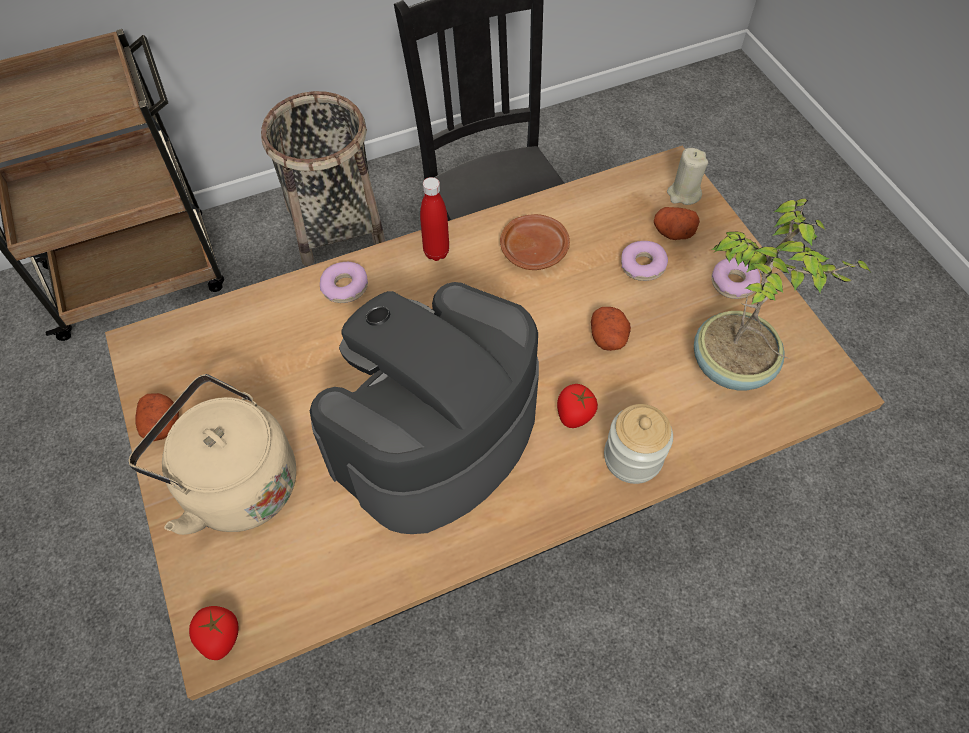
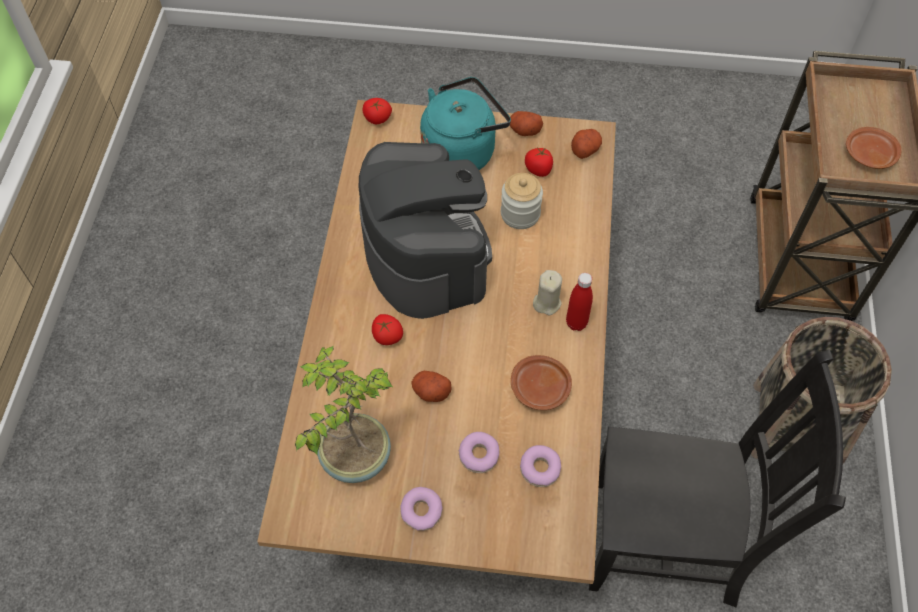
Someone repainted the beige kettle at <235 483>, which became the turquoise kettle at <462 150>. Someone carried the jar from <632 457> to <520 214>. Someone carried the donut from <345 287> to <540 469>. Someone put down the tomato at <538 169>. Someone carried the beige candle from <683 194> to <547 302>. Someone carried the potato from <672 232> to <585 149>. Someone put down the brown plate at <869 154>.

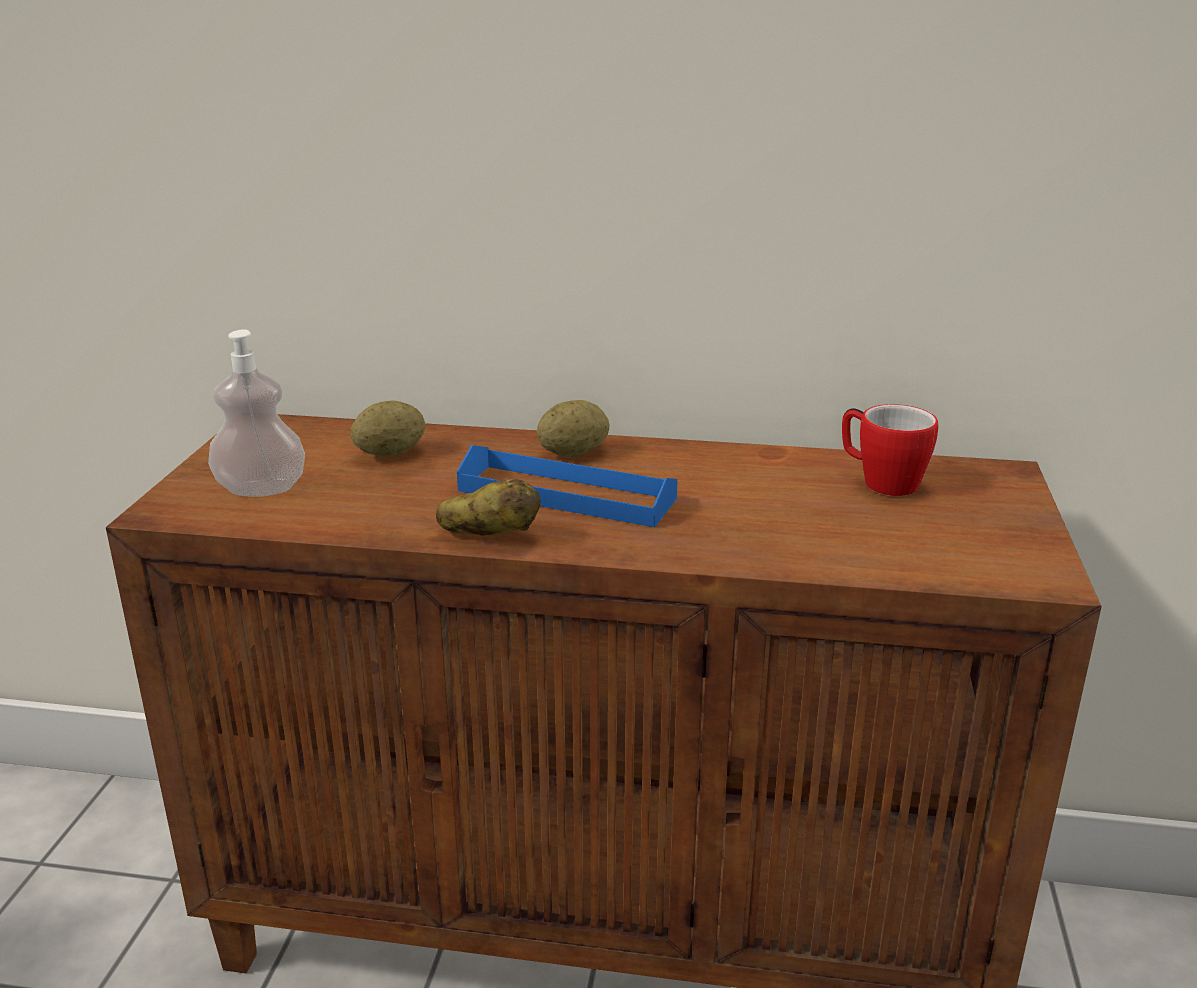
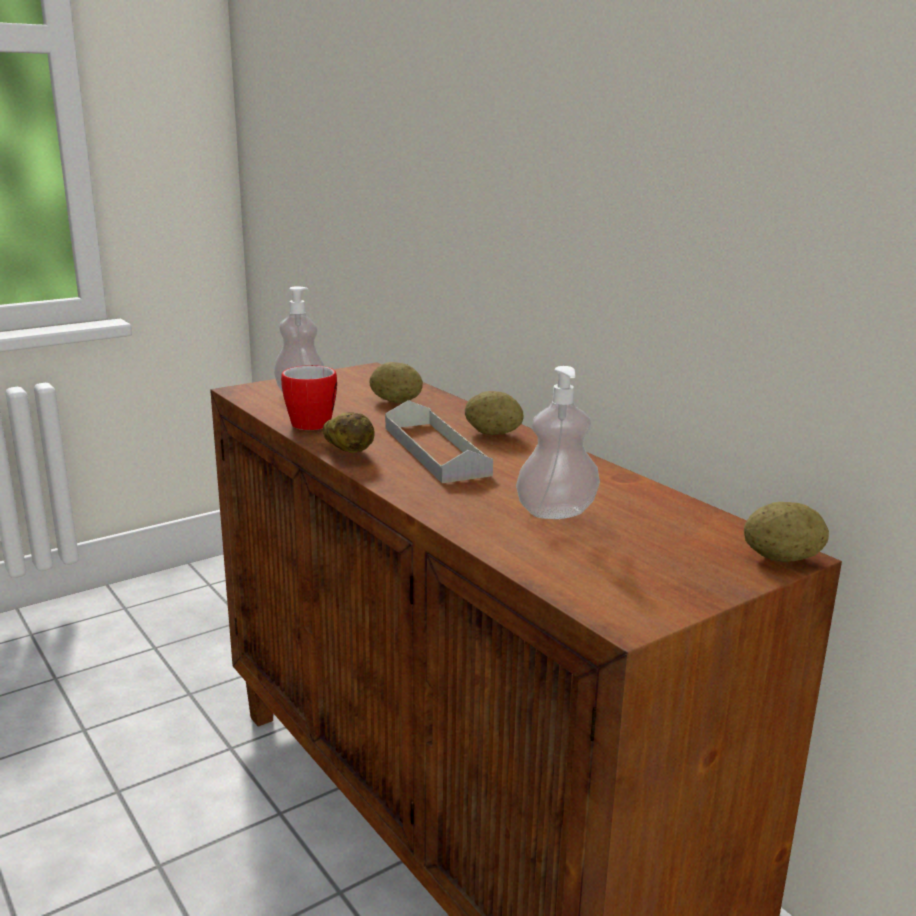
Someone carried the mug from <880 482> to <311 421>. Someone repainted the blue tray at <566 495>, which became the grey tray at <435 450>. Someone put down the soap dispenser at <556 512>. Someone put down the potato at <782 558>.

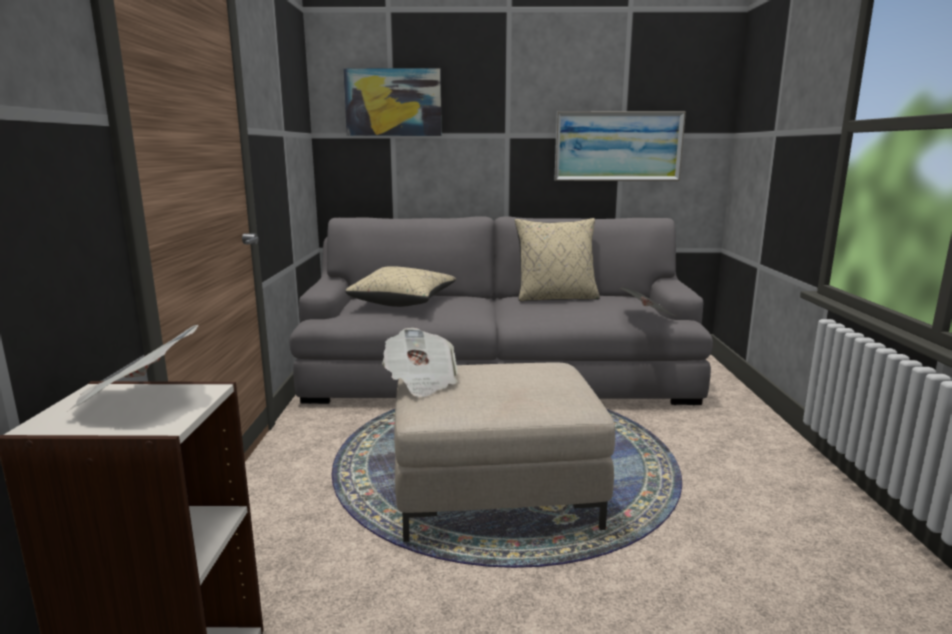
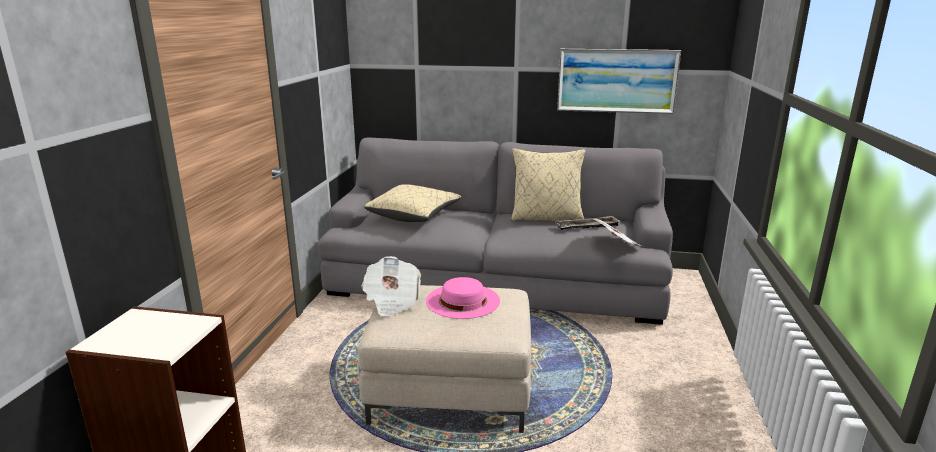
Someone put down the pink hat at <462 300>. Someone put down the tray at <587 227>. Someone took away the newspaper at <137 400>. Someone took away the picture at <393 102>.

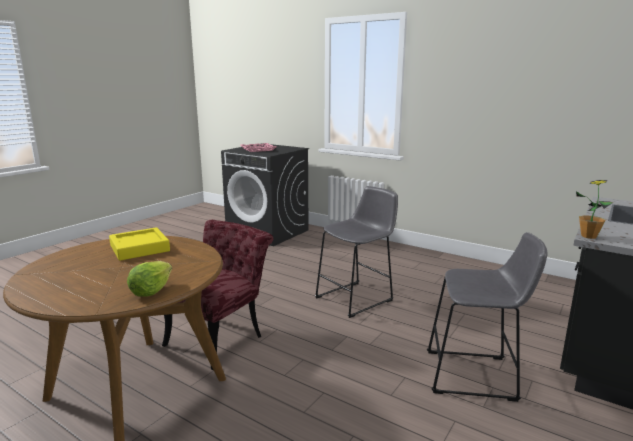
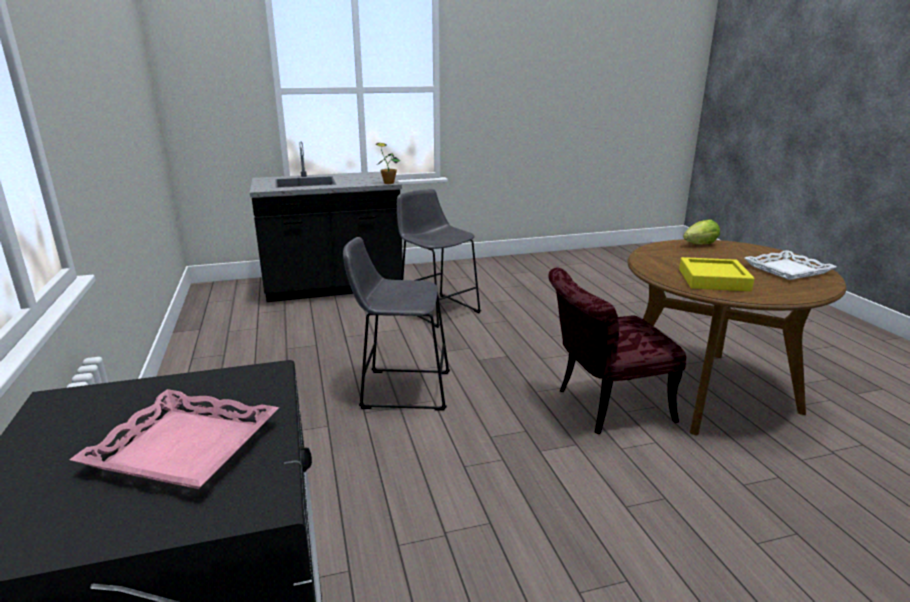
Someone put down the white tray at <787 270>.

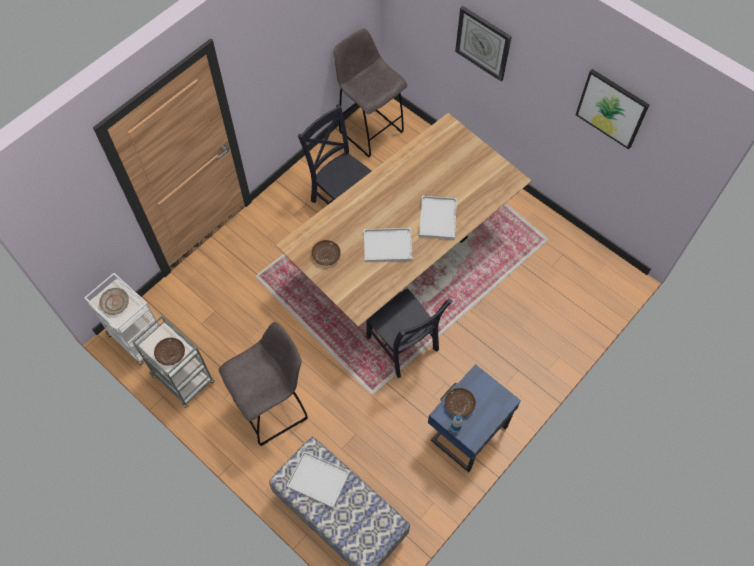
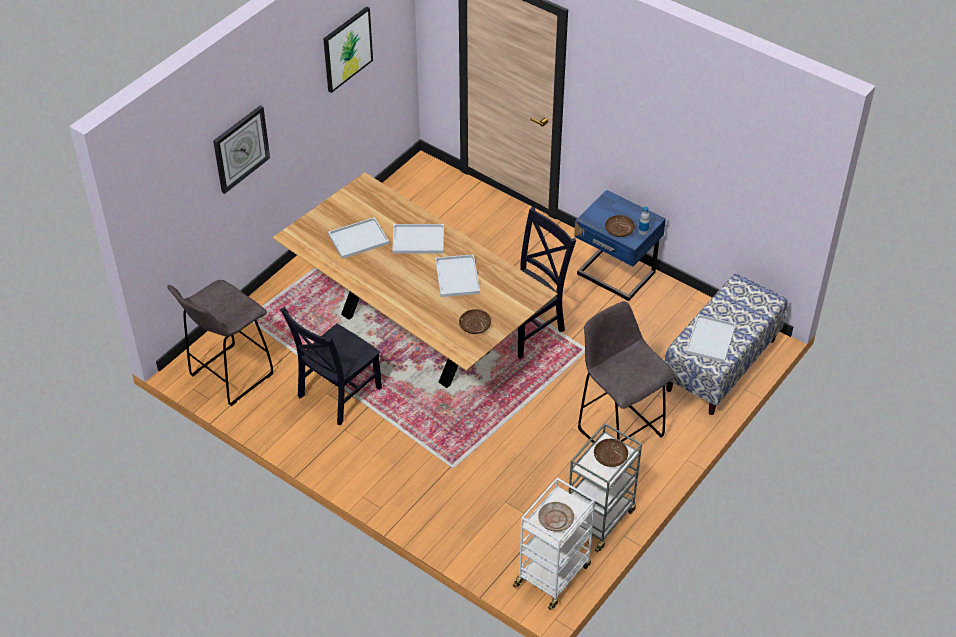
Someone put down the white tray at <357 239>.

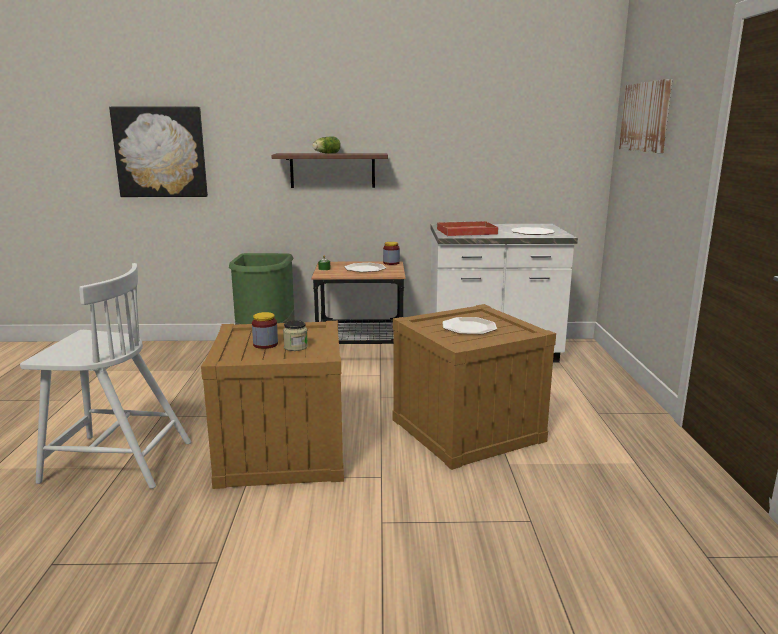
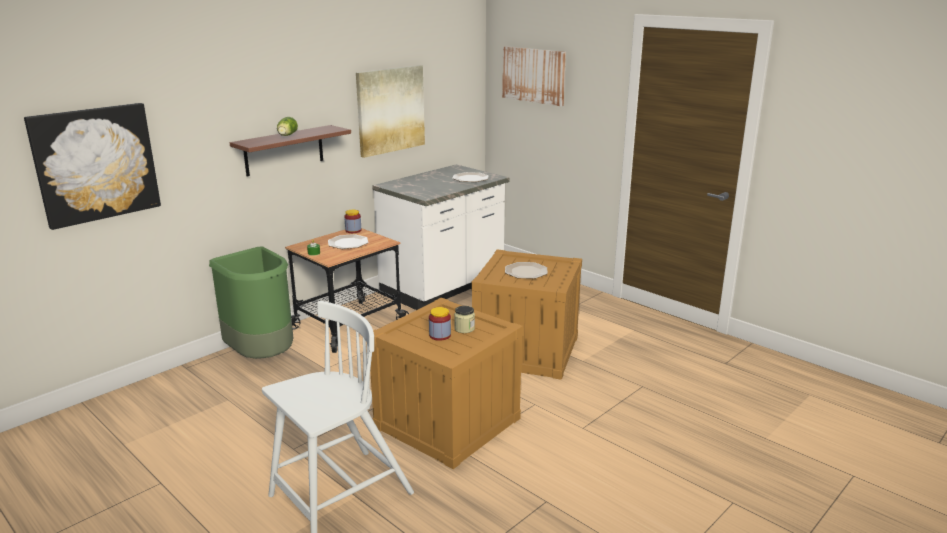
Someone put up the picture at <390 110>. Someone took away the red tray at <465 232>.

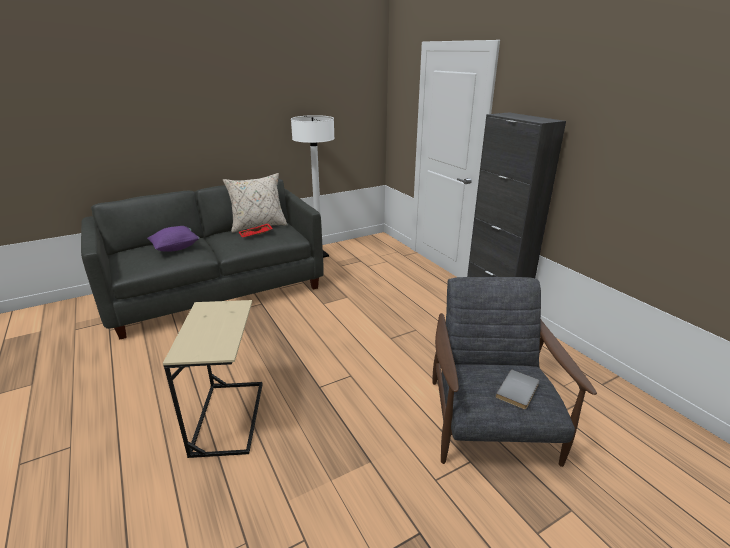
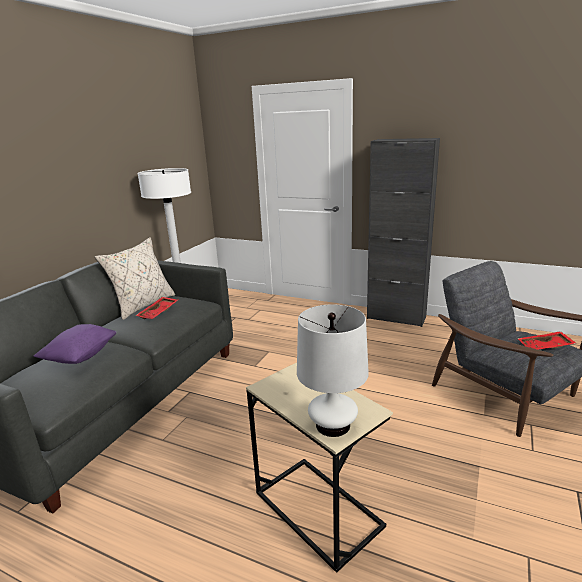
Someone put down the white table lamp at <332 425>. Someone swapped the grey book at <519 391> for the red tray at <545 347>.

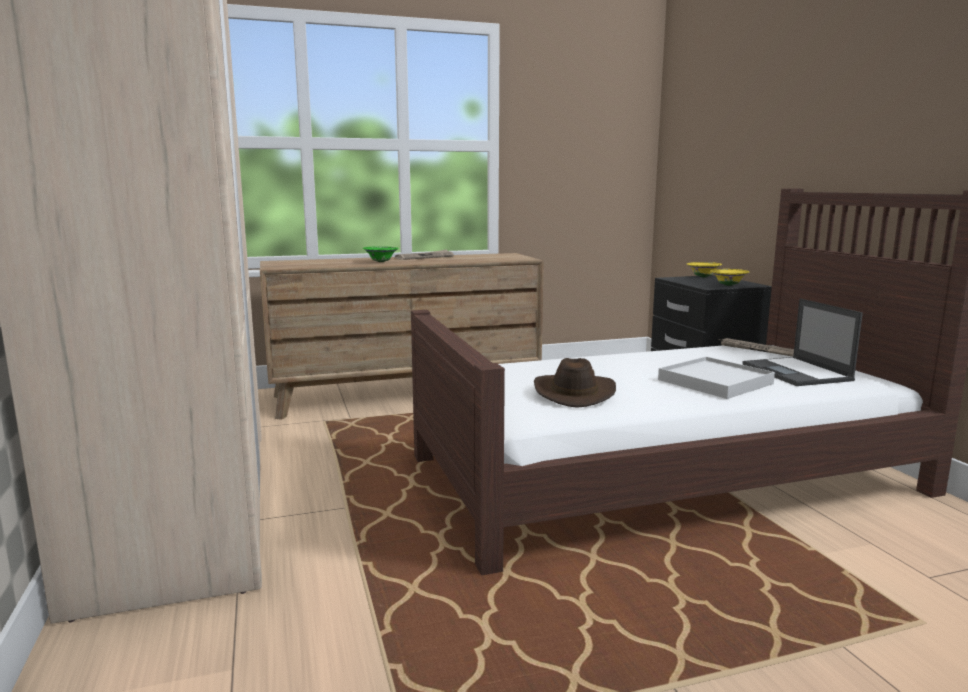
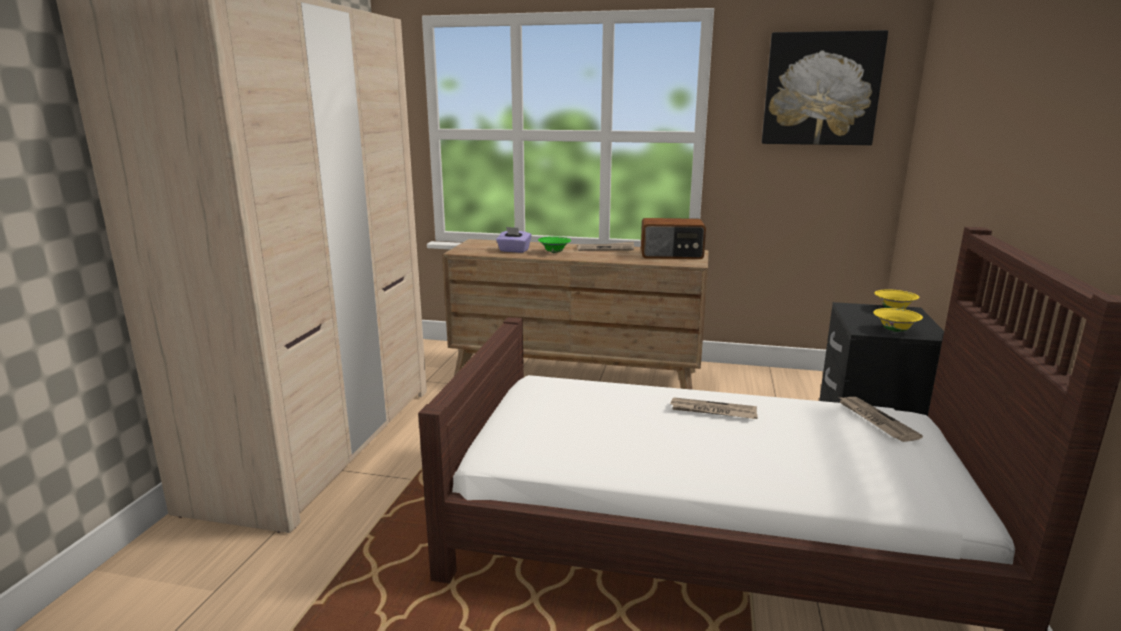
Someone put down the purple tissue box at <514 250>. Someone put down the radio at <671 255>. Someone put down the newspaper at <712 411>. Someone put up the picture at <821 89>. Someone took away the brown hat at <573 393>. Someone took away the white tray at <715 382>. Someone took away the laptop at <797 372>.

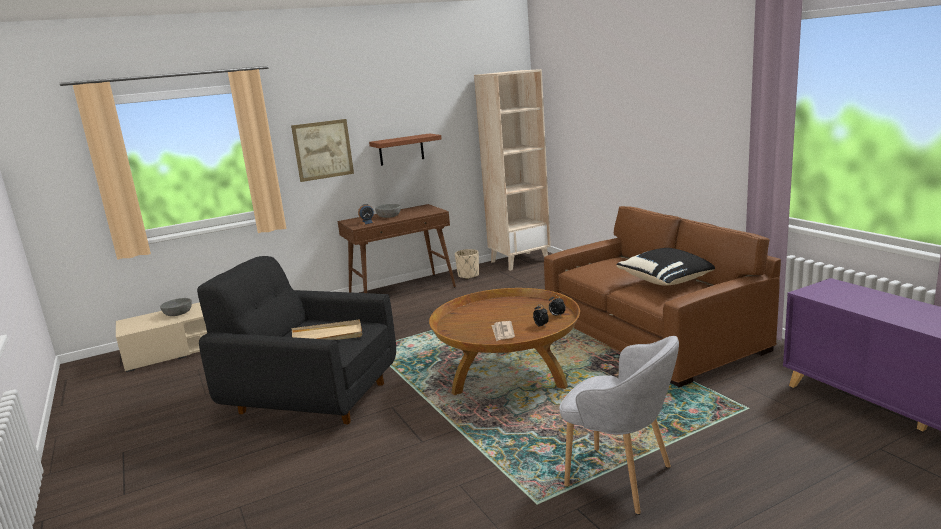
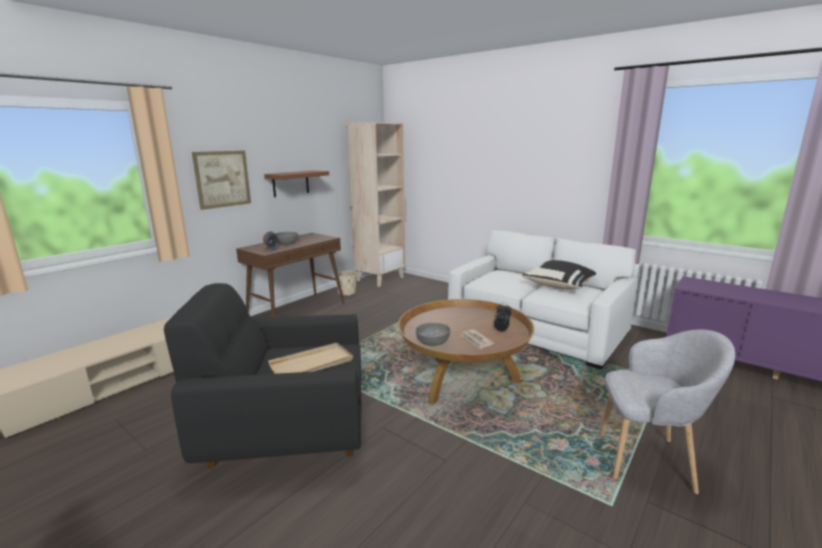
Someone carried the grey bowl from <178 313> to <432 341>. Someone repainted the brown sofa at <653 334>, which became the white sofa at <538 328>.

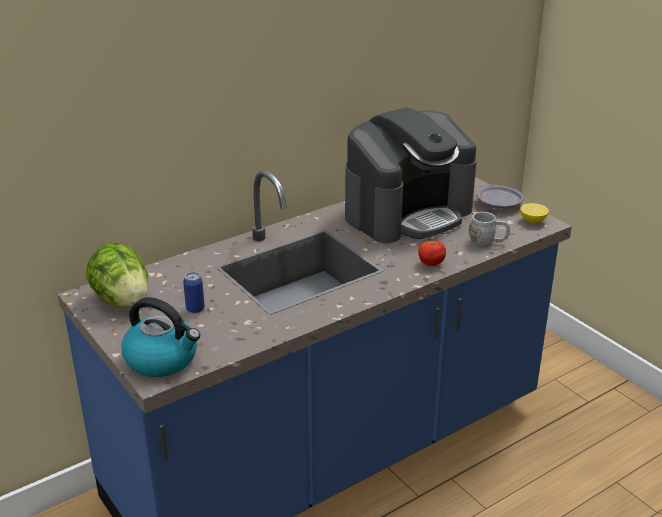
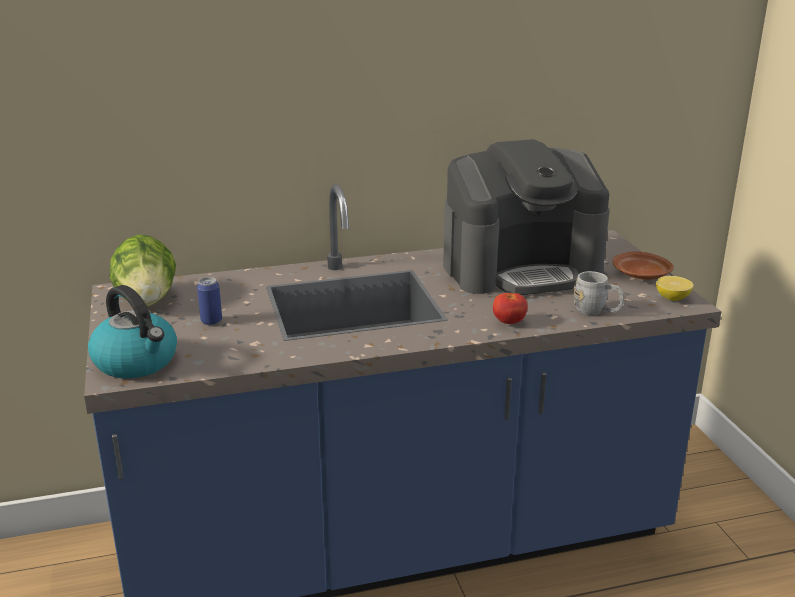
Someone repainted the grey plate at <499 204>, which became the brown plate at <641 275>.

